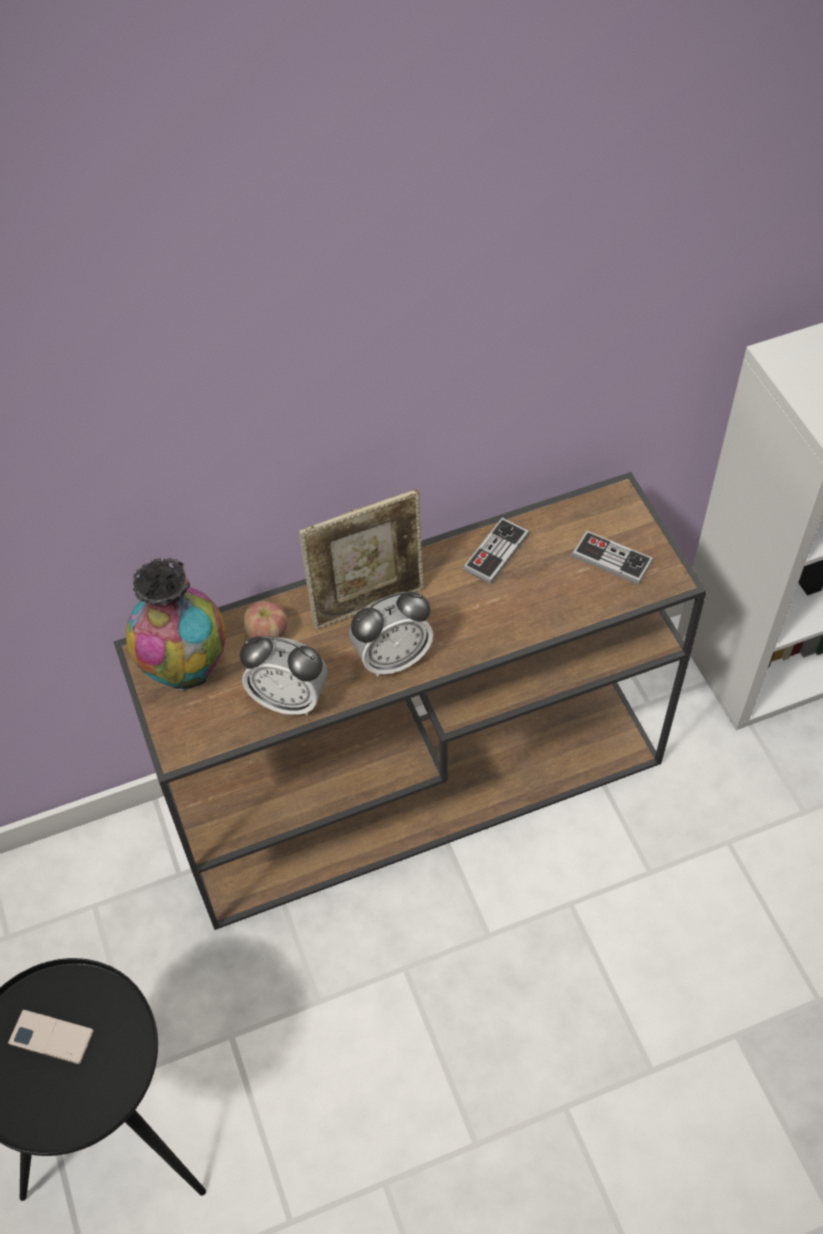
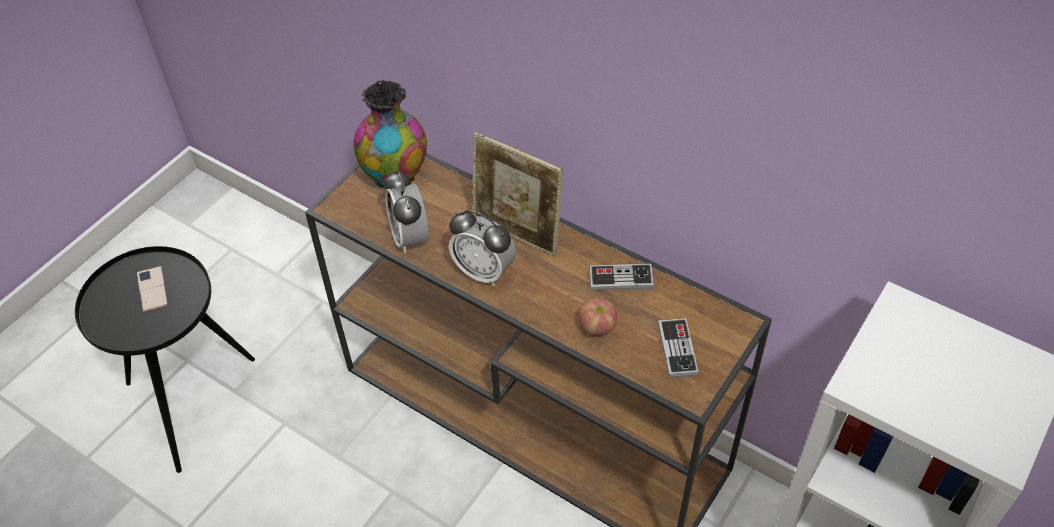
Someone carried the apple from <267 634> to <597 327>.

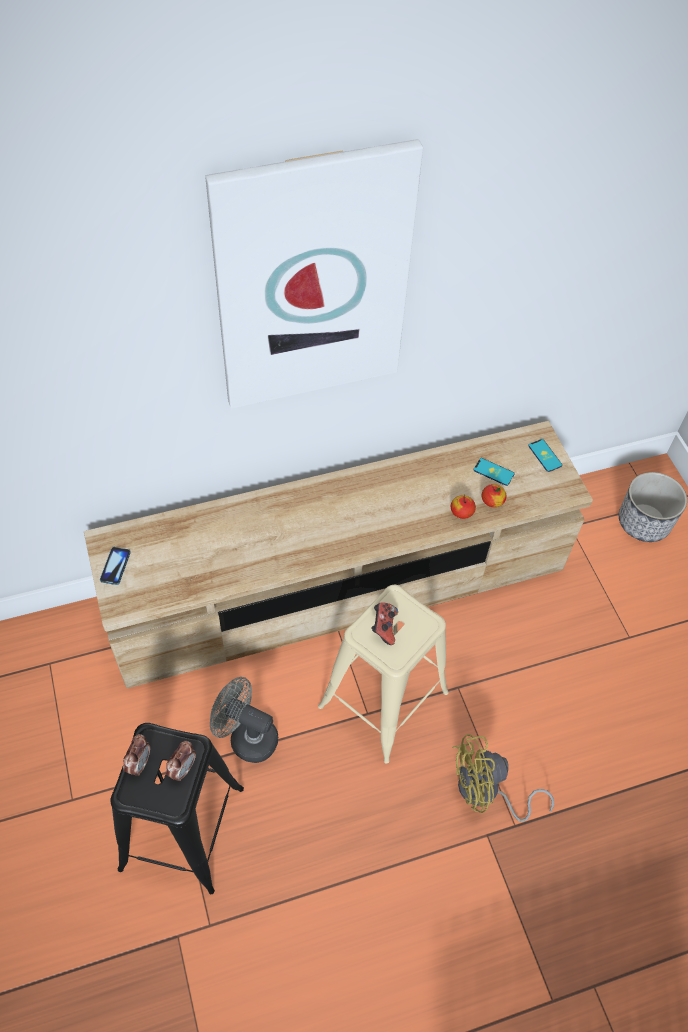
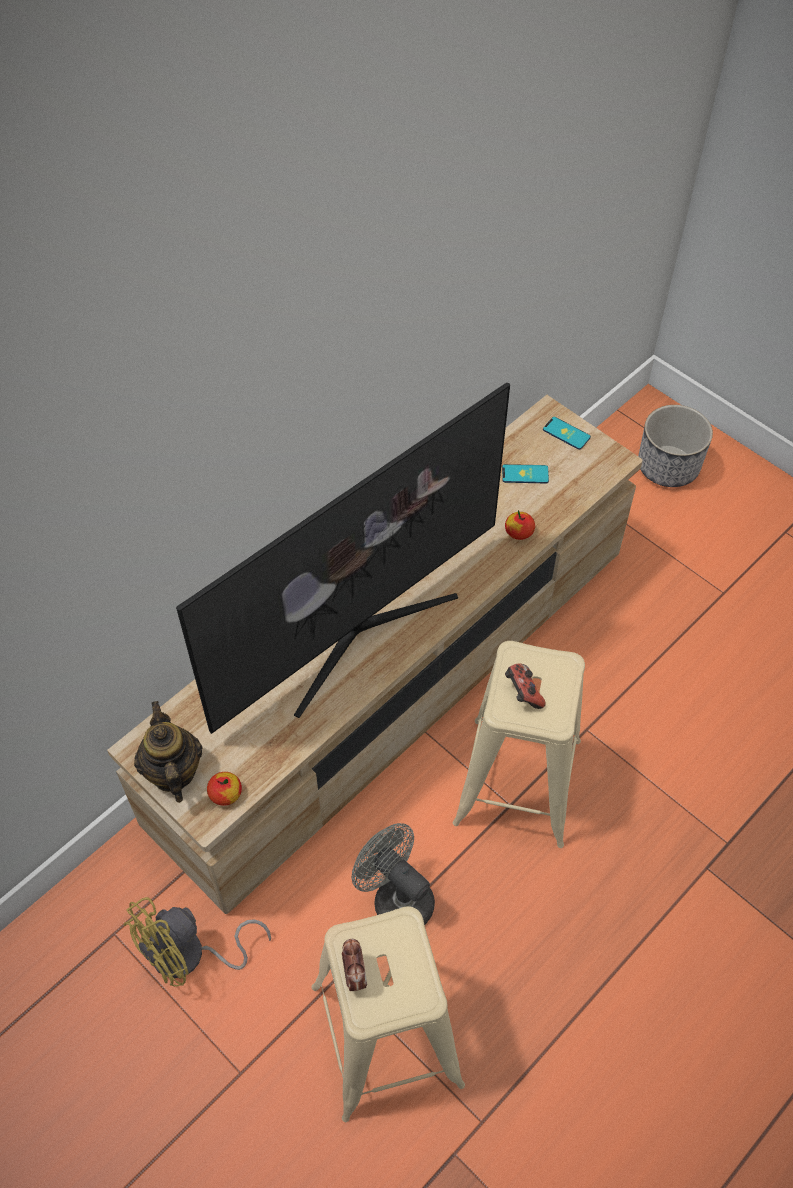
Someone carried the yellow fan from <486 793> to <189 956>. Someone swapped the phone at <115 566> for the teapot at <173 772>. Someone put down the television at <356 633>. Someone carried the apple from <492 501> to <225 794>. Someone repainted the black stool at <182 829>, which became the beige stool at <387 1036>. Someone rotated the grey fan at <246 737> by 45 degrees clockwise. Someone took away the alarm clock at <182 768>. Someone took away the picture at <312 281>.

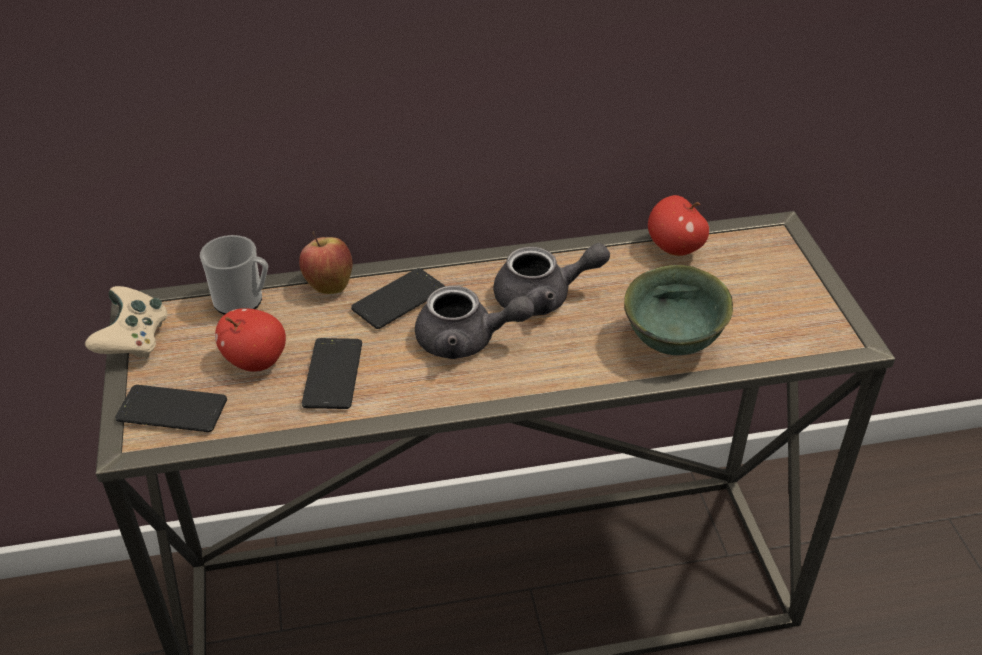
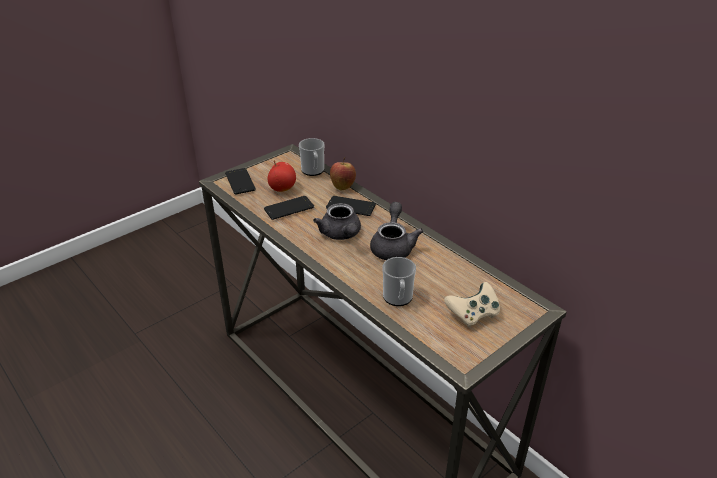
Someone rotated the grey teapot at <544 297> by 135 degrees counterclockwise. Someone swapped the green bowl at <674 344> for the mug at <398 299>. Someone carried the beige game controller from <134 341> to <473 315>. Someone took away the apple at <674 248>.

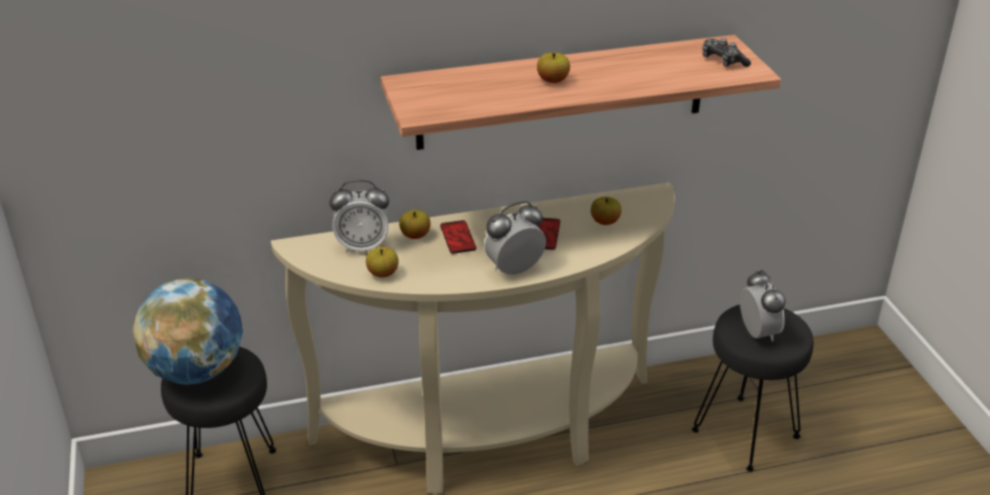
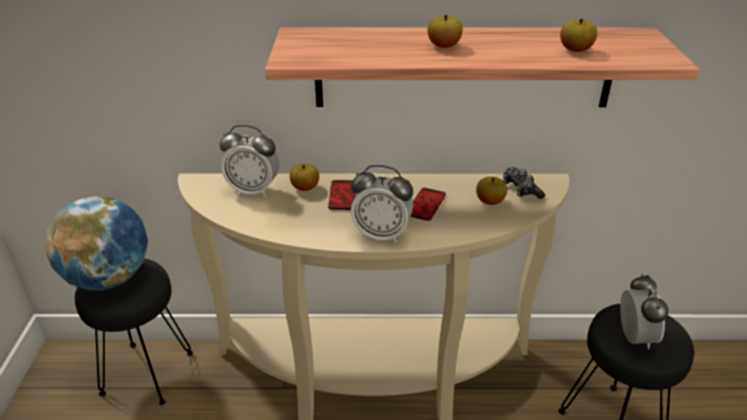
Someone rotated the alarm clock at <514 270> by 150 degrees counterclockwise. Someone carried the game controller from <723 61> to <521 189>. Someone carried the apple from <383 273> to <575 50>.

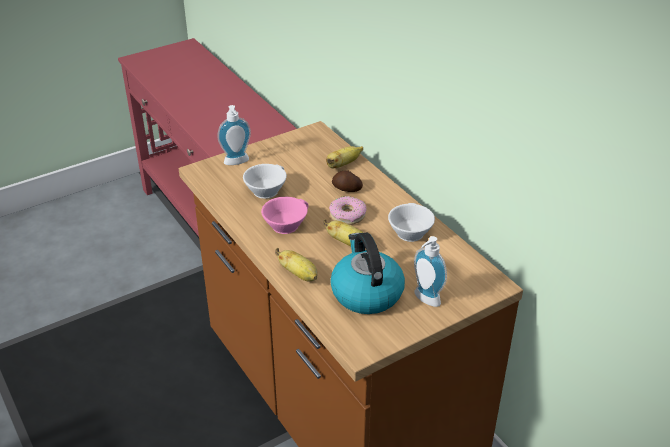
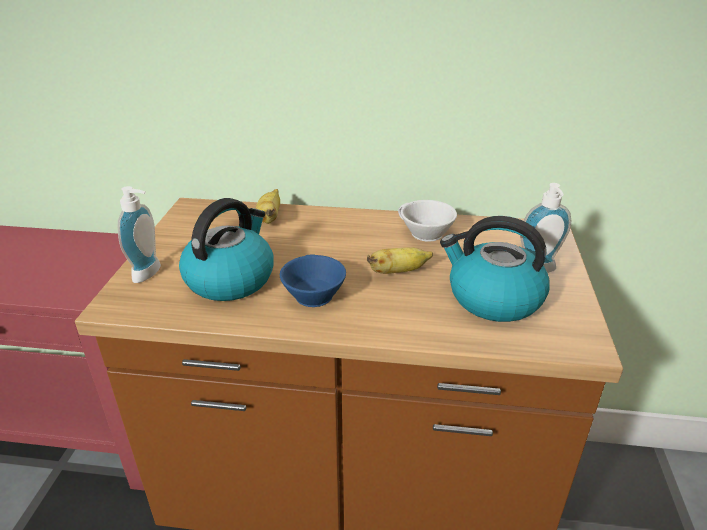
Someone swapped the white cup at <265 189> for the kettle at <230 278>. Someone repainted the pink cup at <285 224>, which became the blue cup at <311 294>. Someone took away the banana at <299 275>. Someone took away the donut at <347 215>. Someone took away the potato at <346 189>.

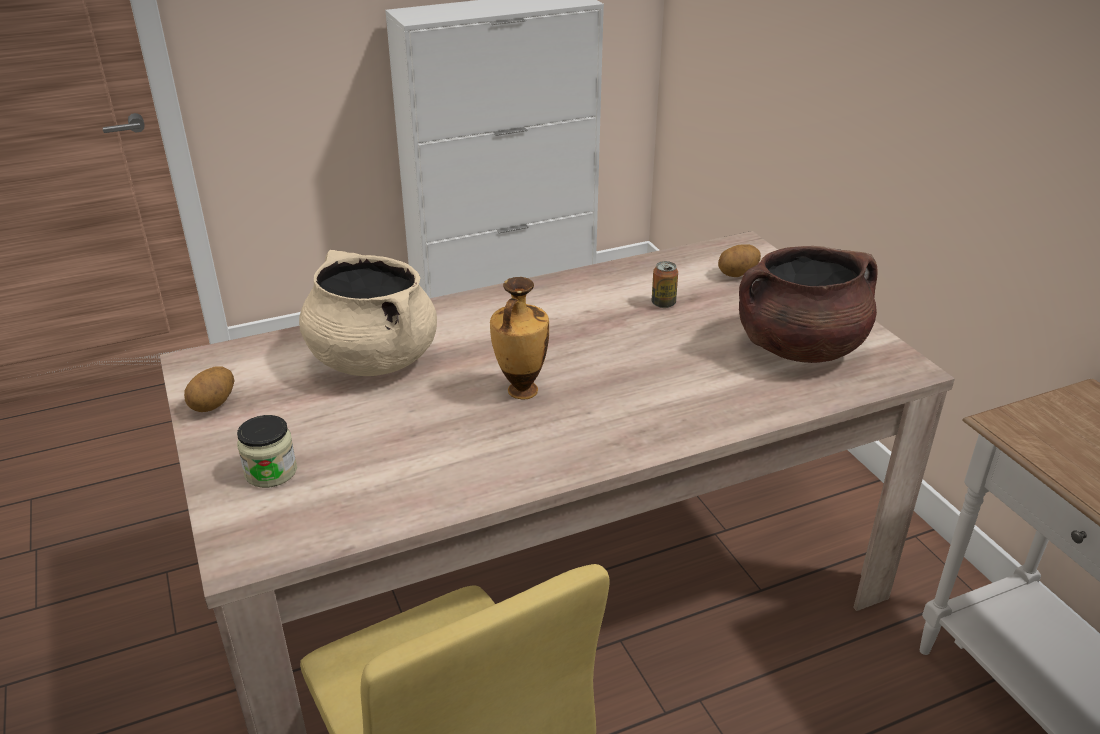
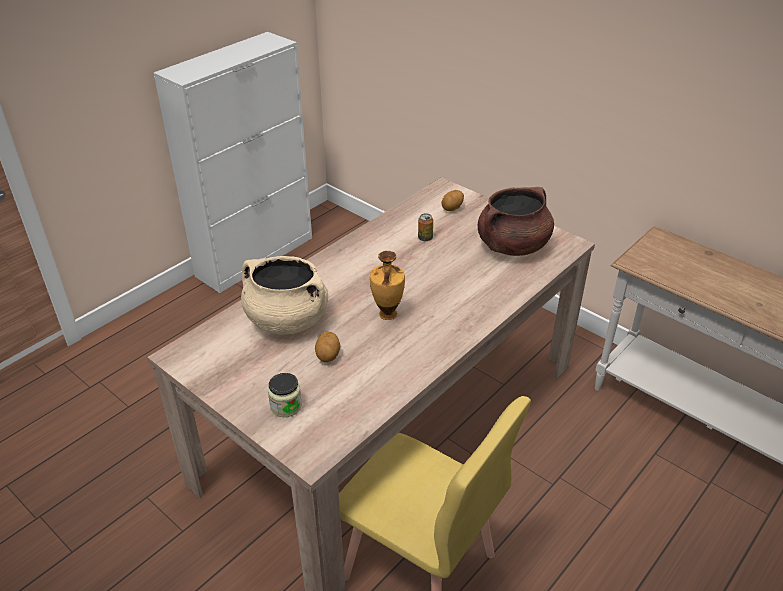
Someone carried the potato from <214 405> to <328 355>.

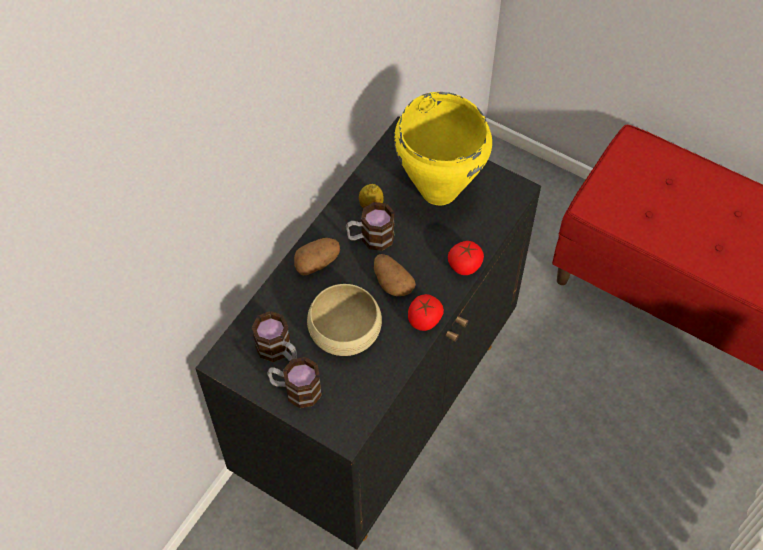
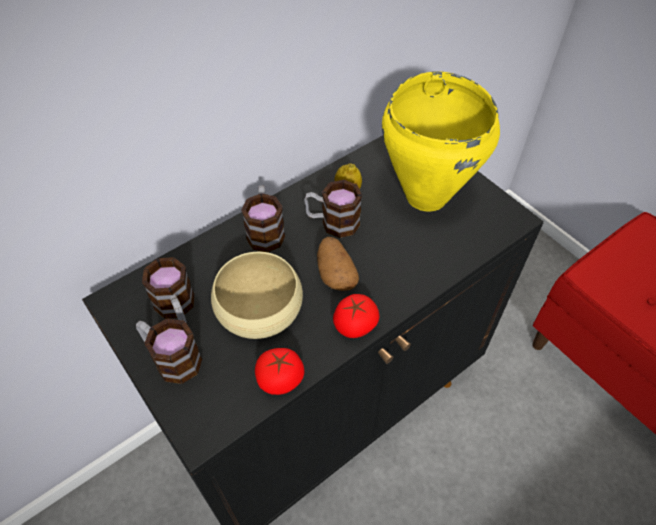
Someone swapped the potato at <317 263> for the mug at <265 230>. Someone carried the tomato from <465 265> to <280 379>.

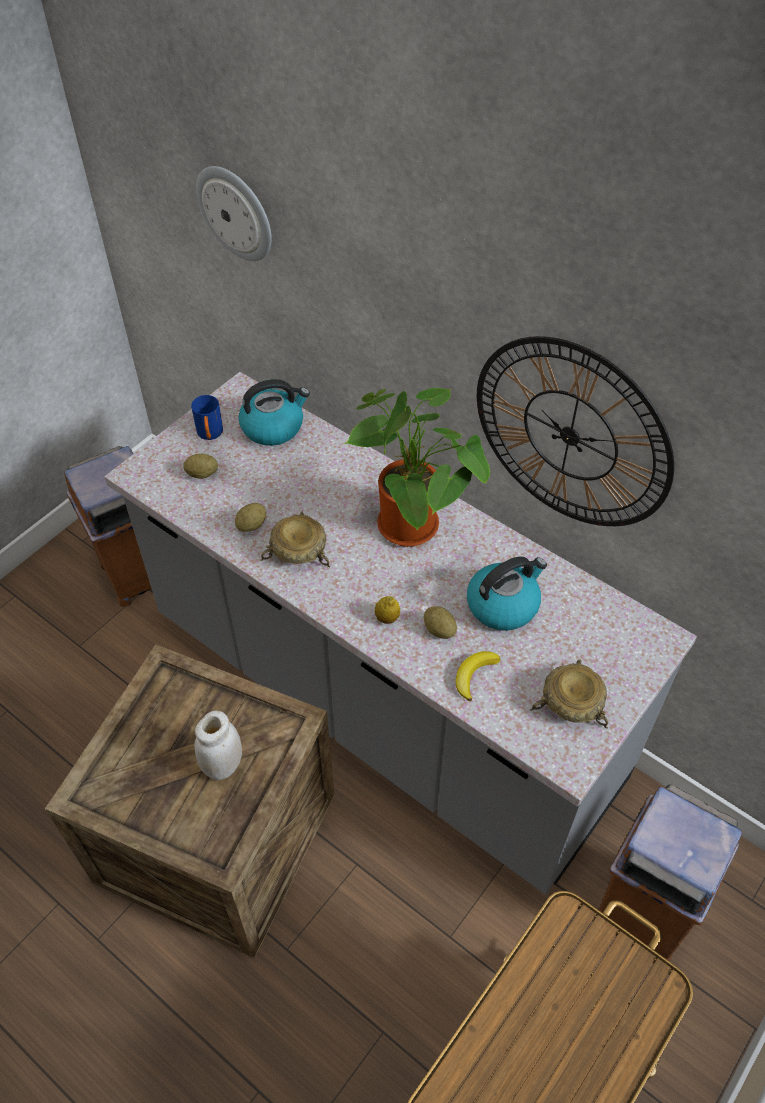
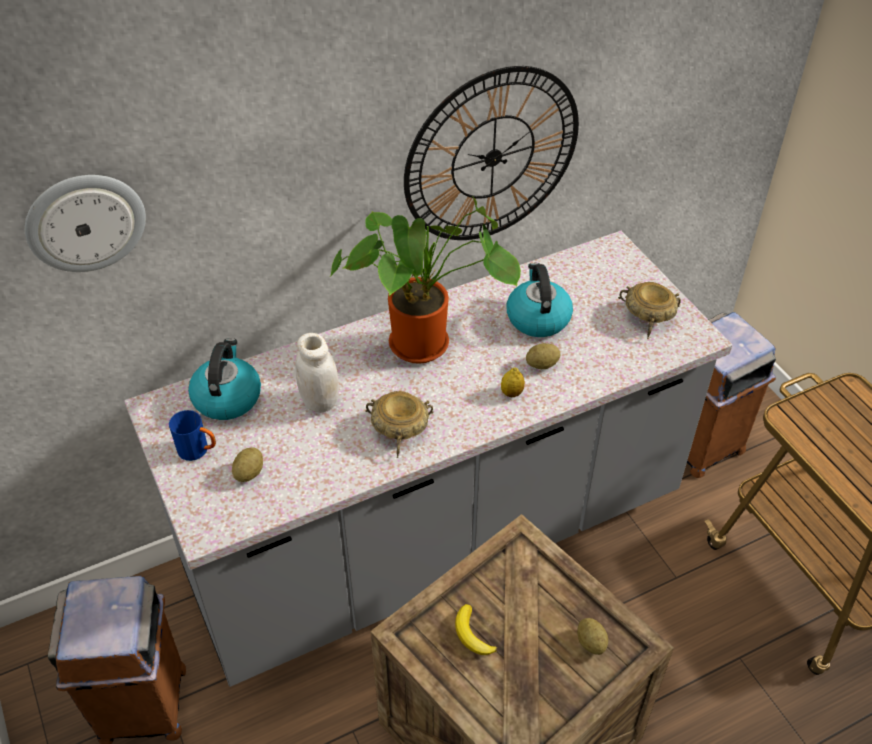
Someone carried the white jar from <223 765> to <320 401>. Someone carried the banana from <474 675> to <472 634>. Someone carried the potato from <252 525> to <591 642>.

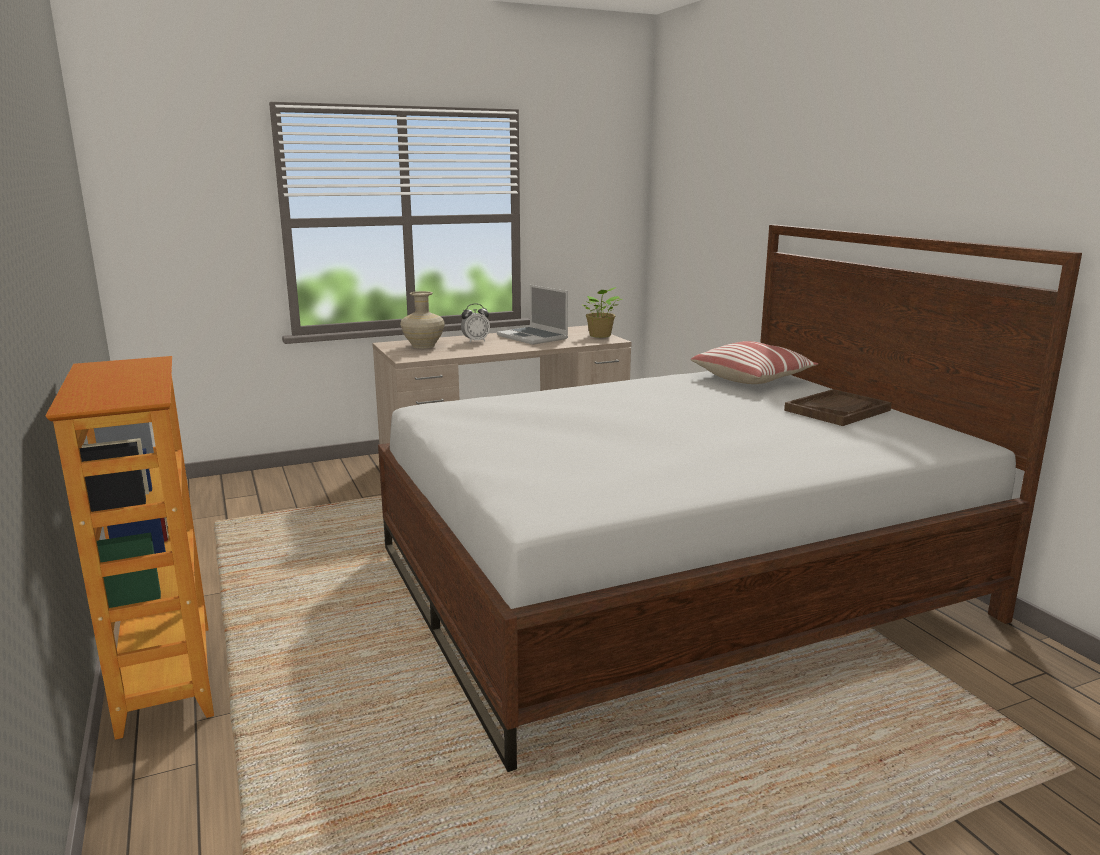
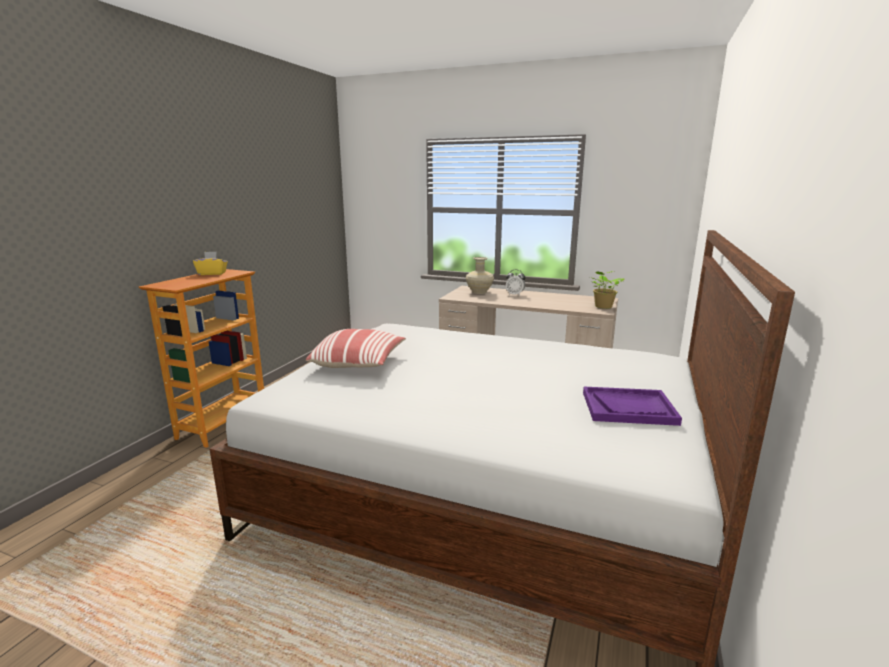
Someone put down the yellow tissue box at <212 273>. Someone carried the pillow from <752 378> to <359 363>. Someone repainted the brown tray at <837 410>, which became the purple tray at <628 408>. Someone took away the laptop at <533 337>.

